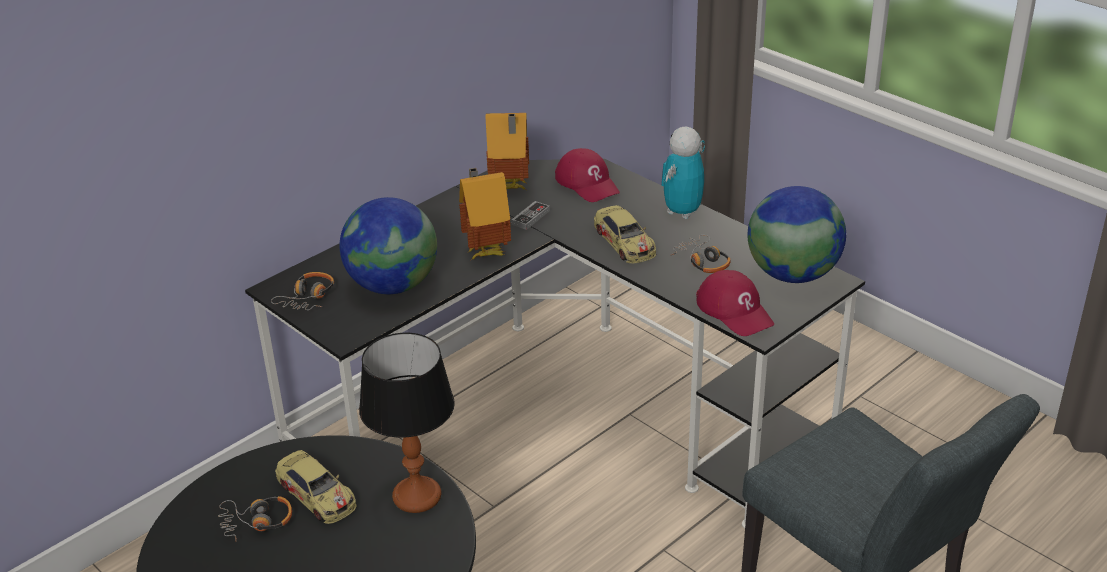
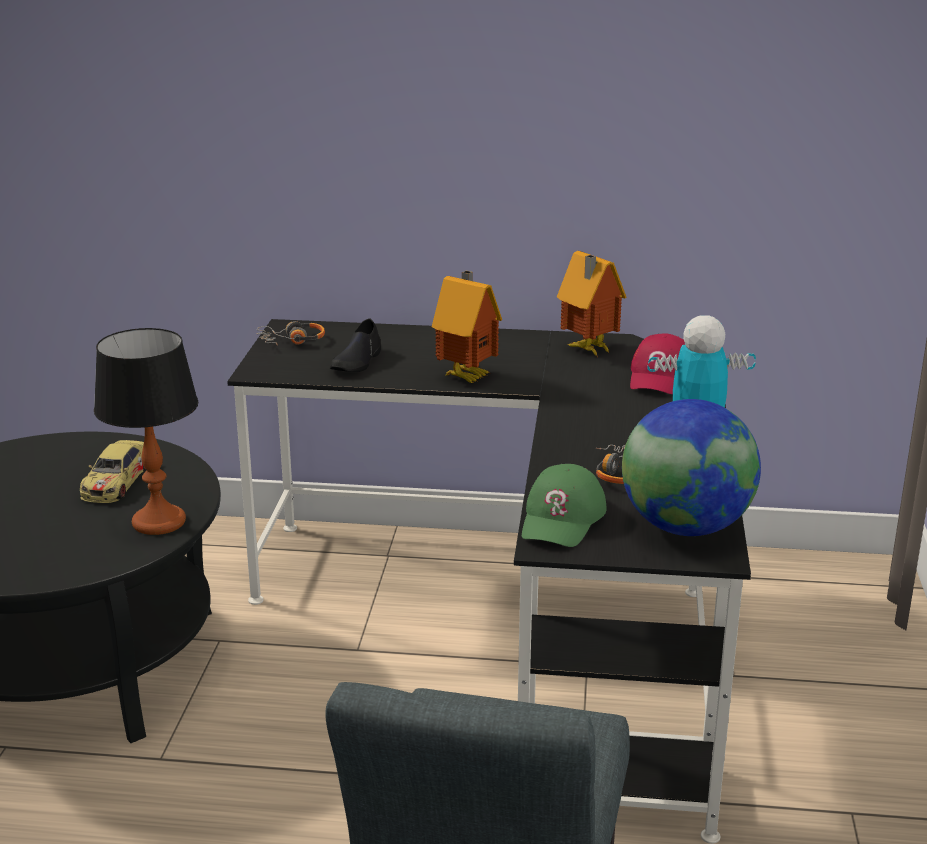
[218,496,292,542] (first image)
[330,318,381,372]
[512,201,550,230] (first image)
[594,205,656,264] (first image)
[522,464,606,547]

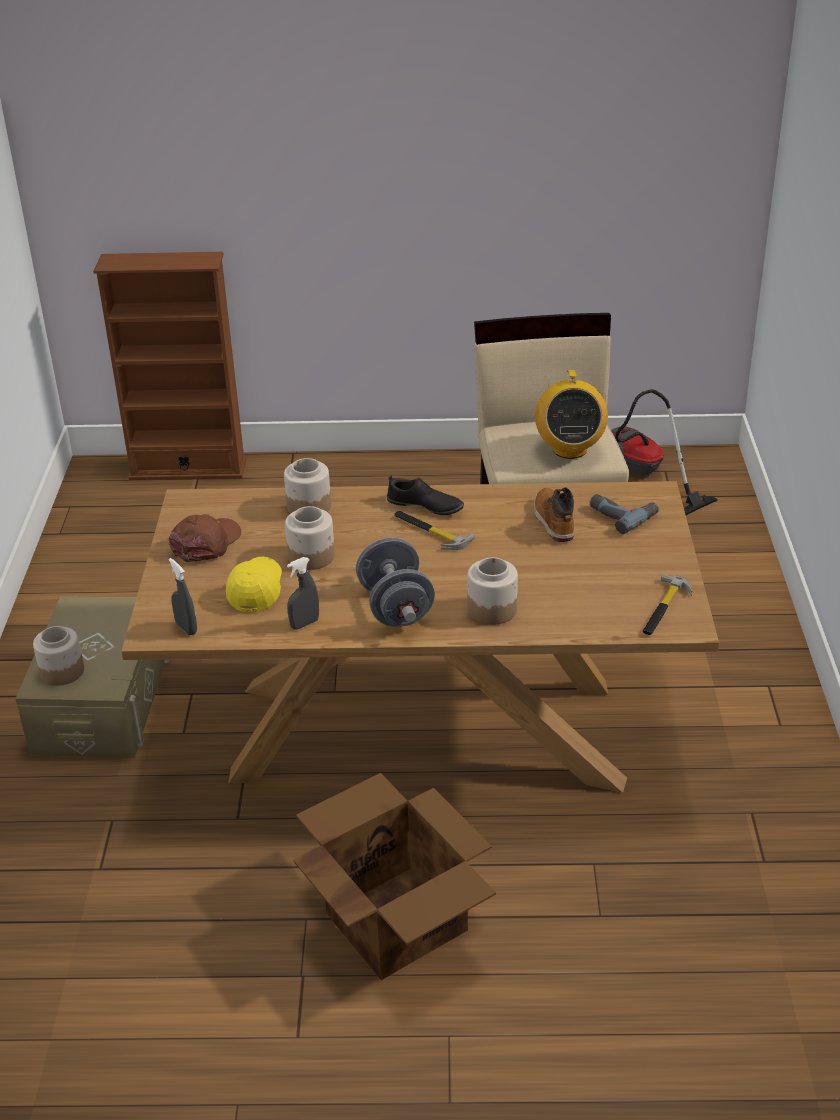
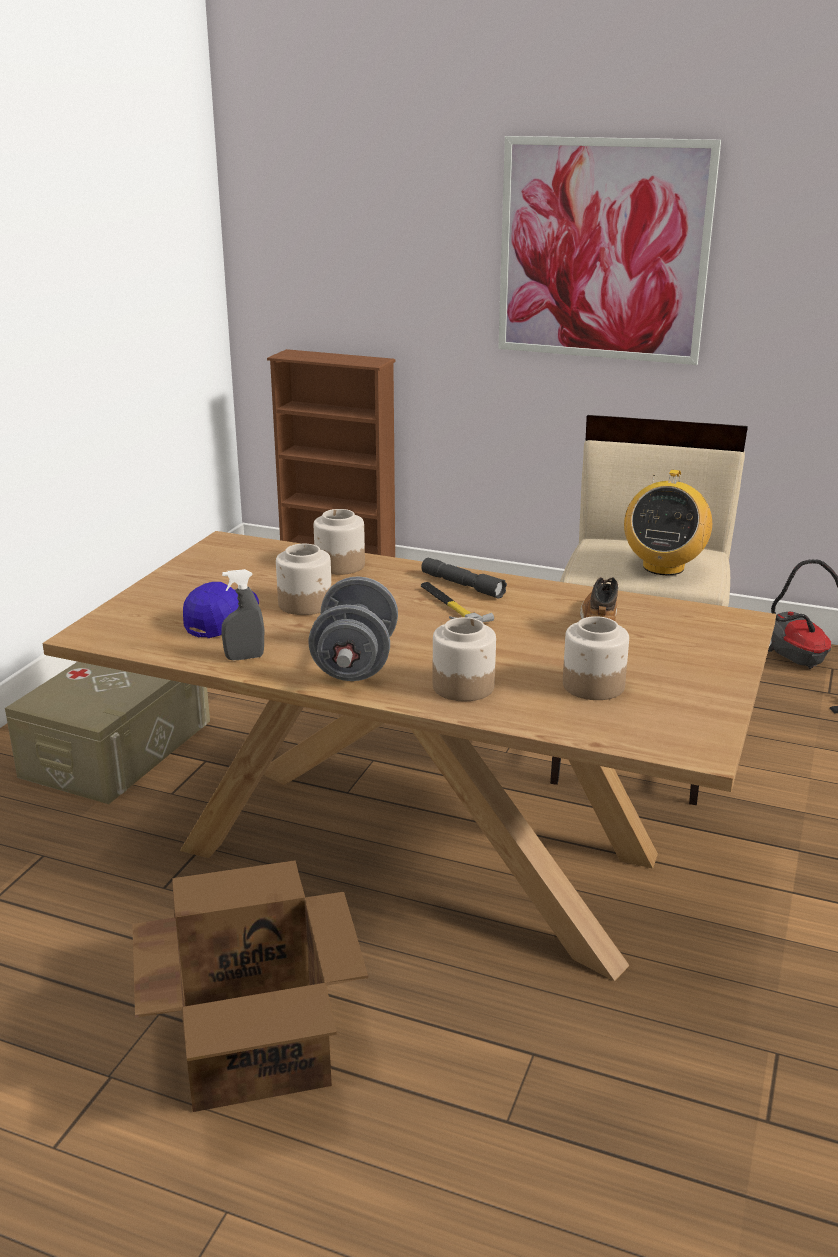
[563,616,629,700]
[169,514,241,563] (first image)
[169,558,197,635] (first image)
[183,582,259,638]
[421,558,507,598]
[590,494,659,534] (first image)
[643,574,692,635] (first image)
[498,136,721,365]

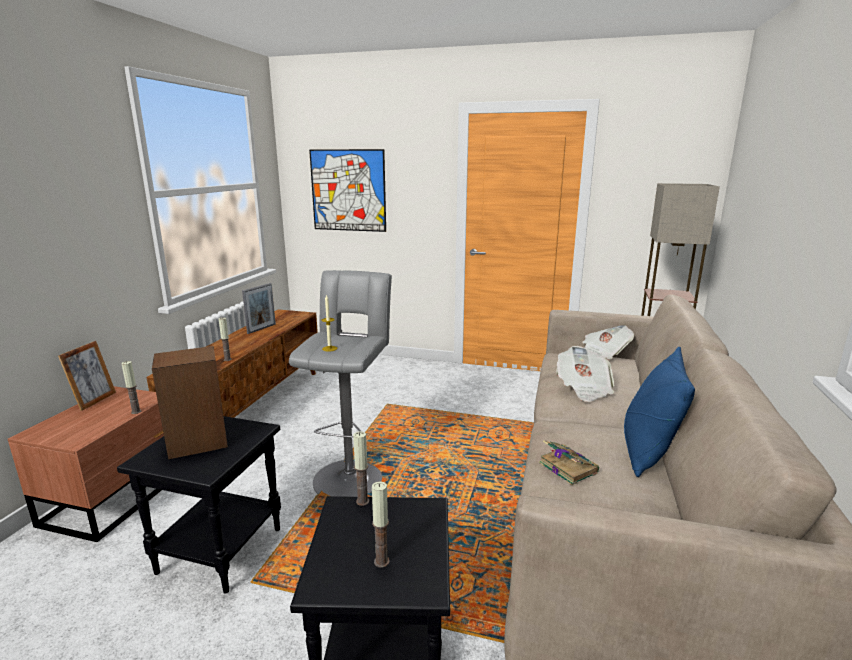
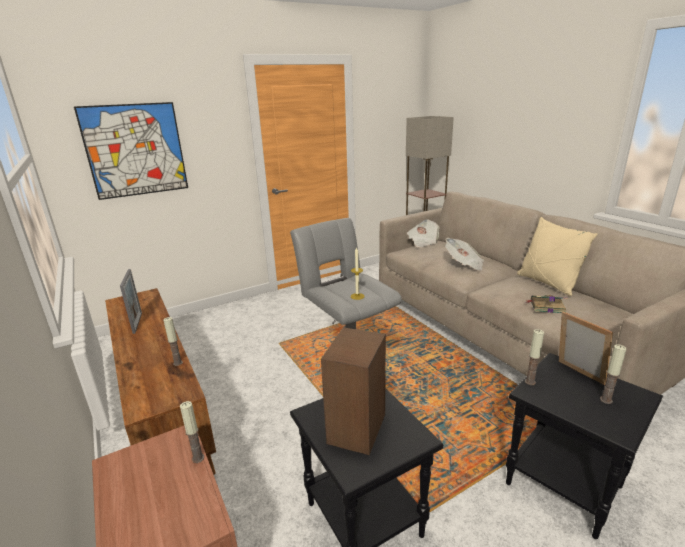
[559,312,613,385]
[517,217,598,296]

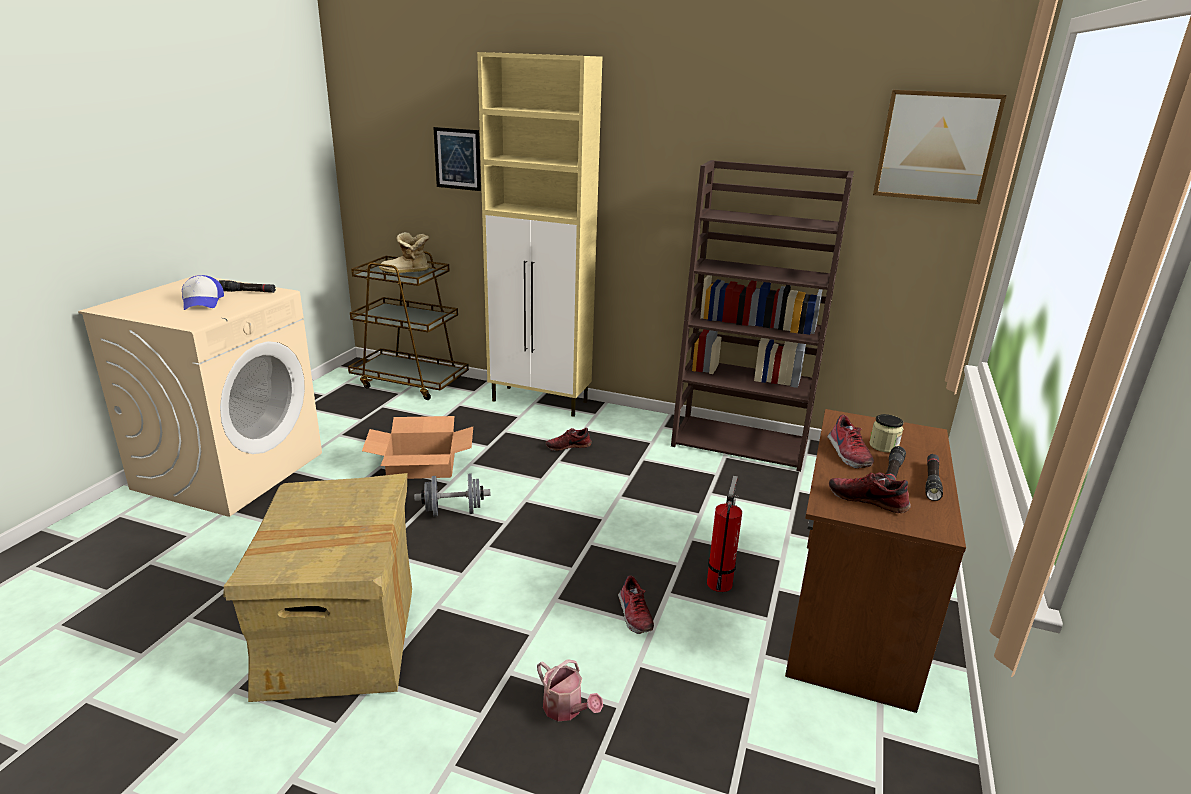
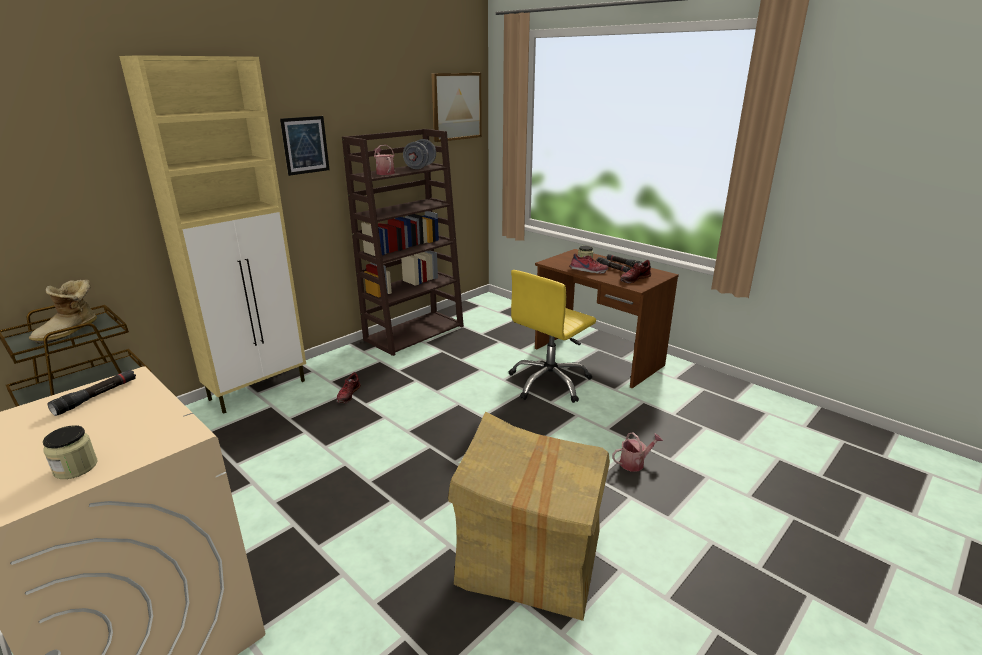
[182,275,224,310] (first image)
[362,416,473,479] (first image)
[403,139,436,169]
[280,116,330,176]
[618,575,654,634] (first image)
[509,270,596,403]
[43,425,97,479]
[373,145,395,175]

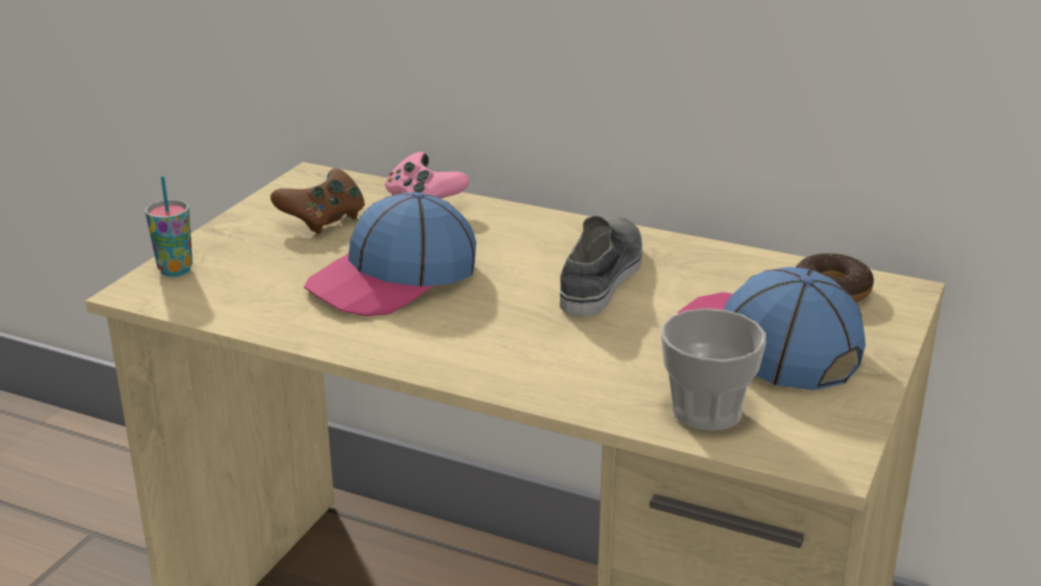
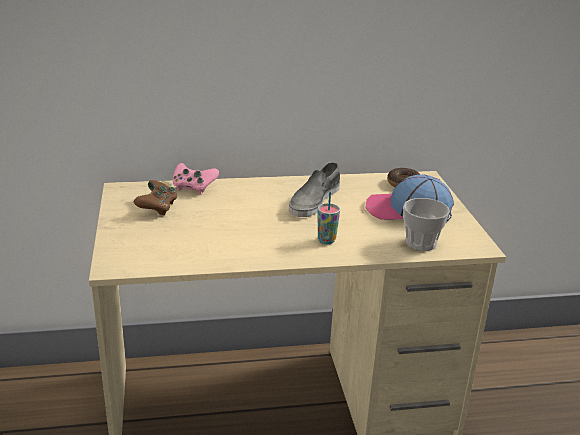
[318,192,340,244]
[304,192,476,316] (first image)
[289,162,340,217]

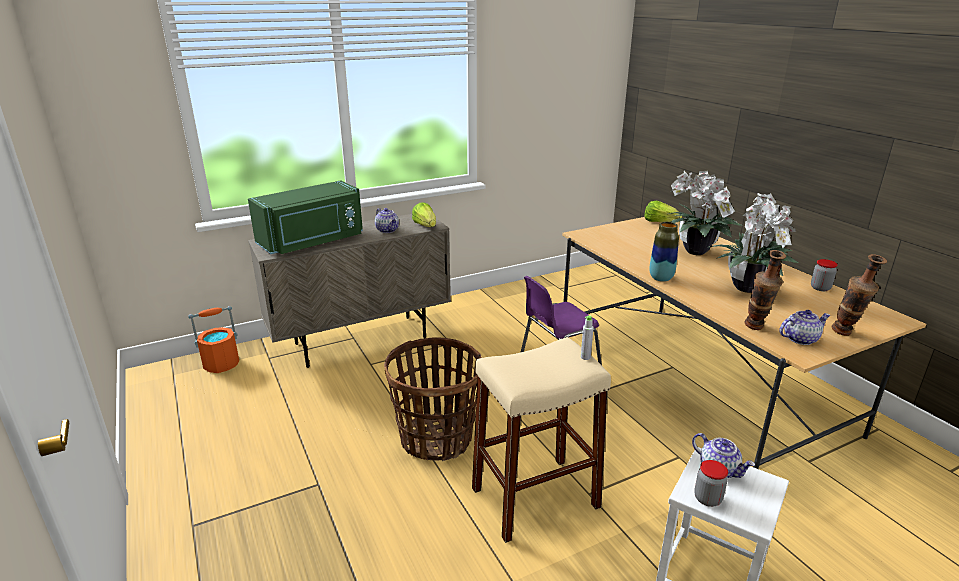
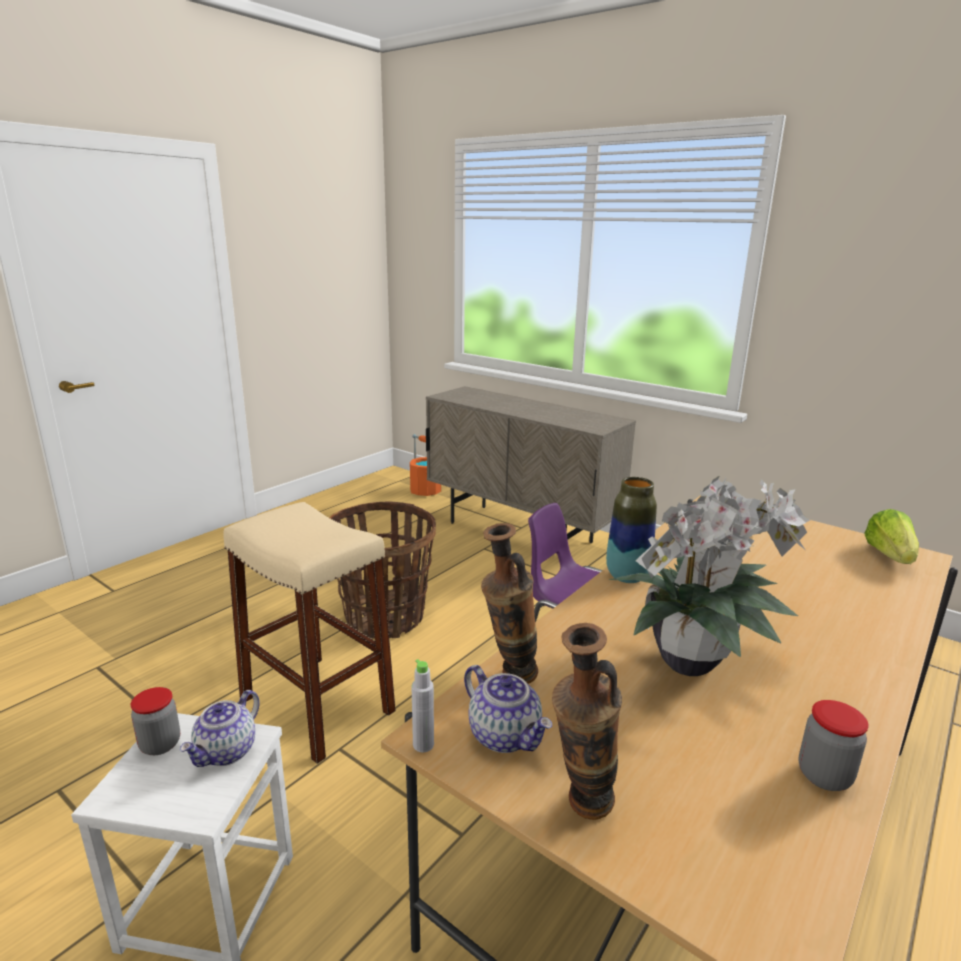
[248,180,363,254] (first image)
[375,208,399,233] (first image)
[412,203,436,227] (first image)
[411,659,434,753]
[669,170,743,255] (first image)

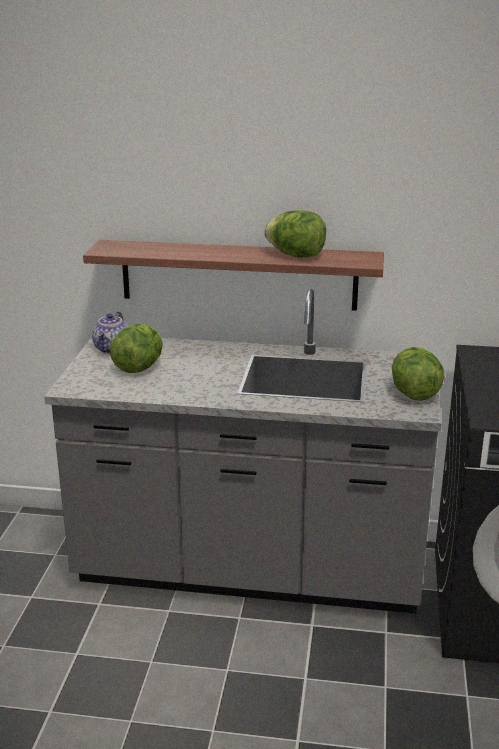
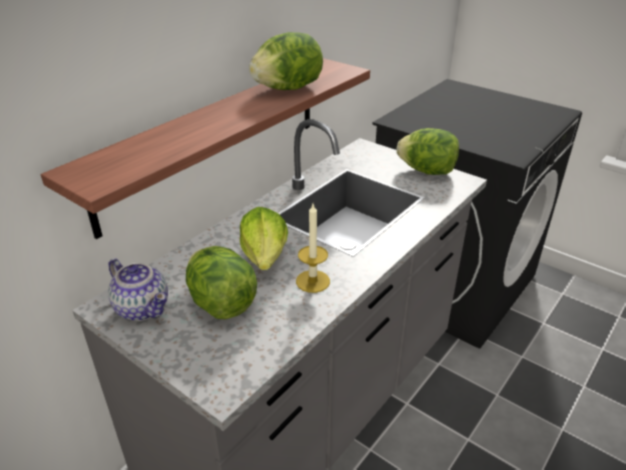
[240,207,288,270]
[296,204,330,293]

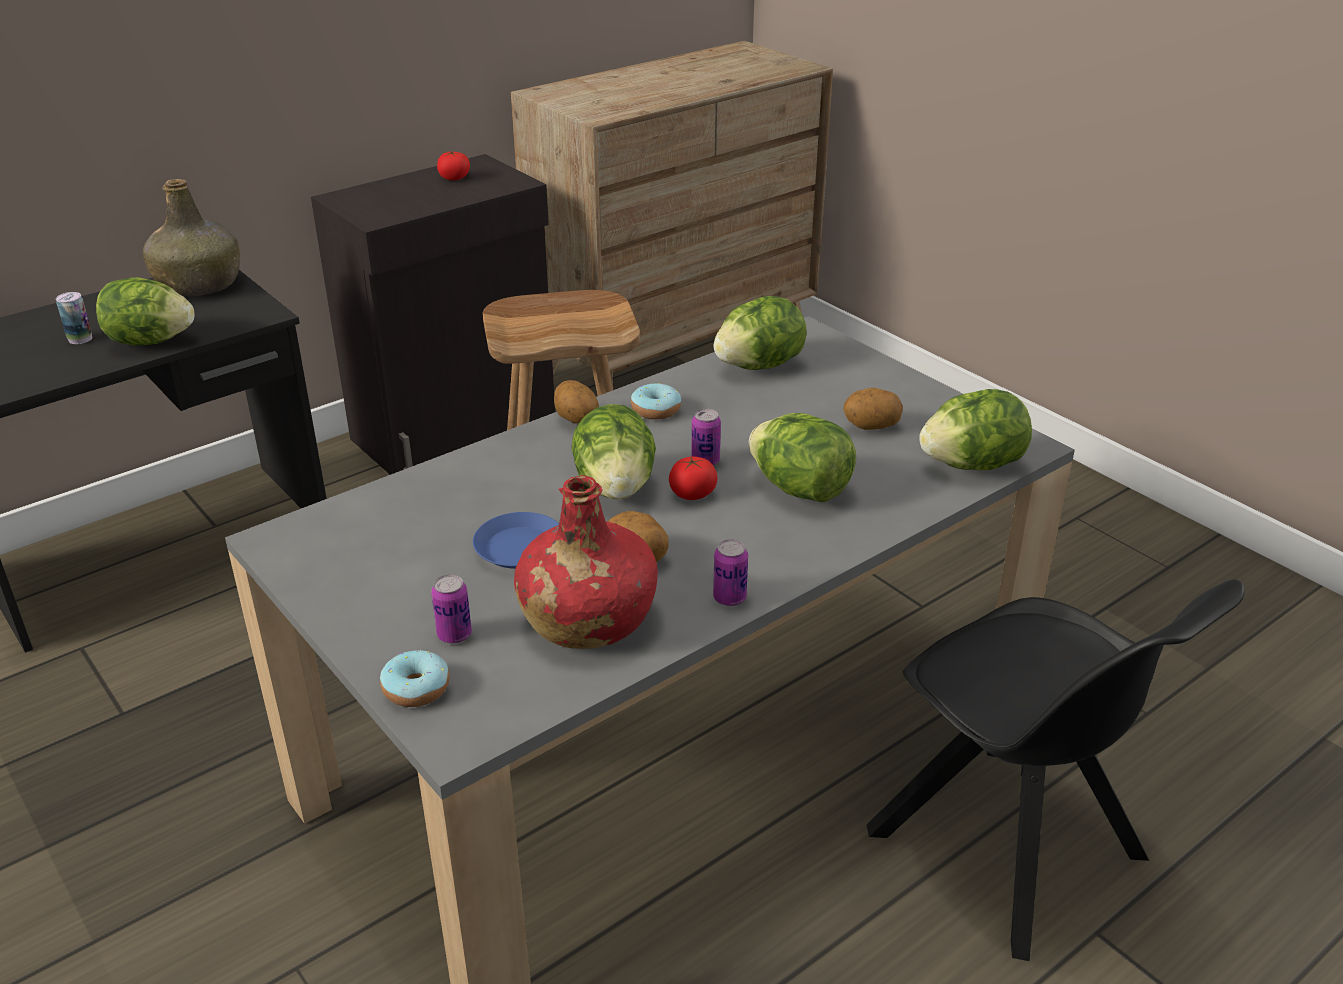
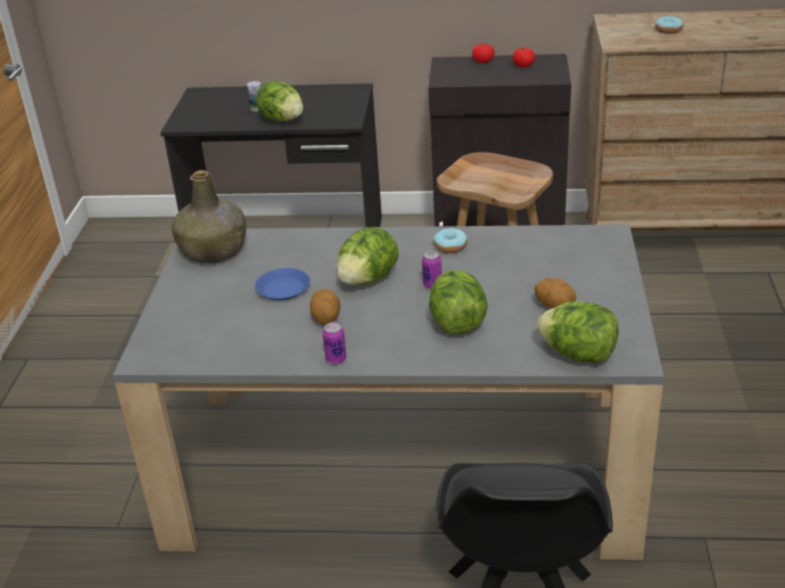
[172,170,246,263]
[655,16,683,34]
[431,575,472,643] (first image)
[514,475,658,649] (first image)
[554,380,599,424] (first image)
[472,43,495,63]
[713,296,807,370] (first image)

